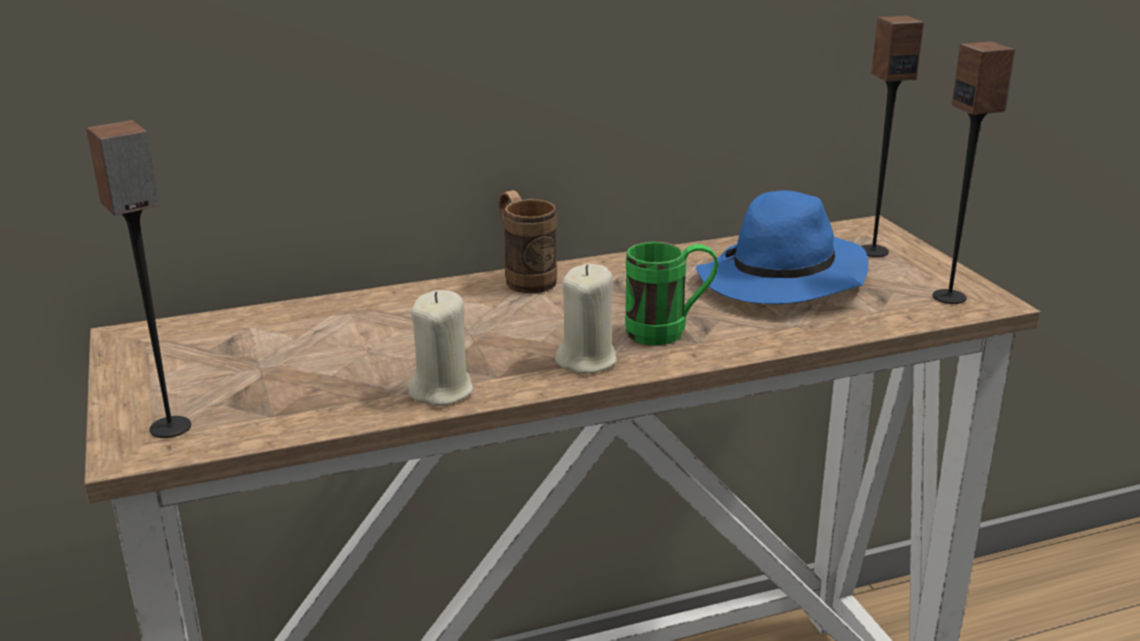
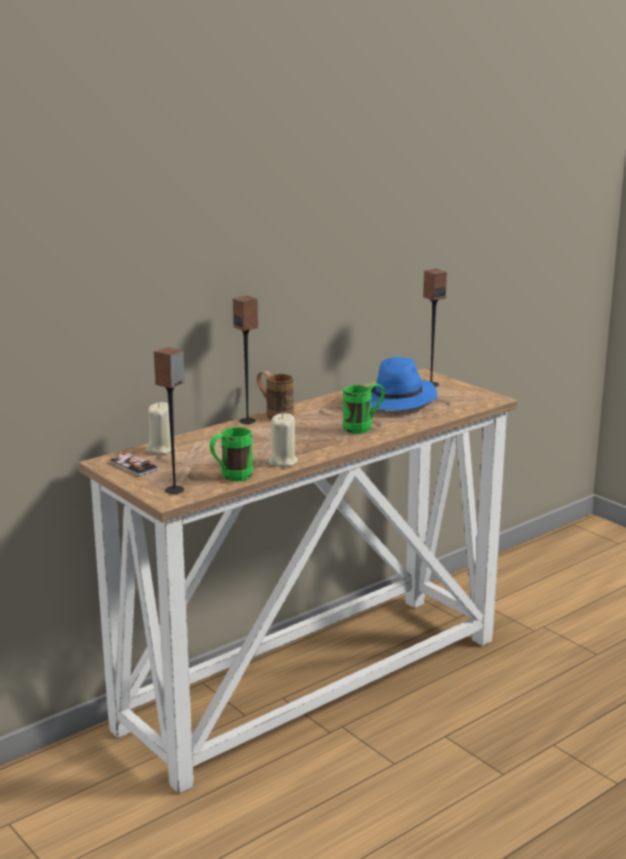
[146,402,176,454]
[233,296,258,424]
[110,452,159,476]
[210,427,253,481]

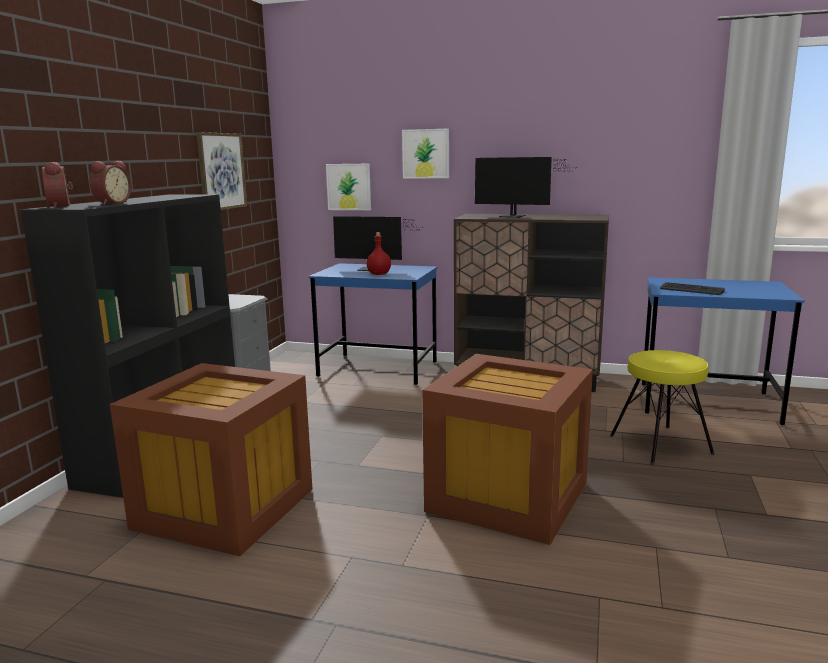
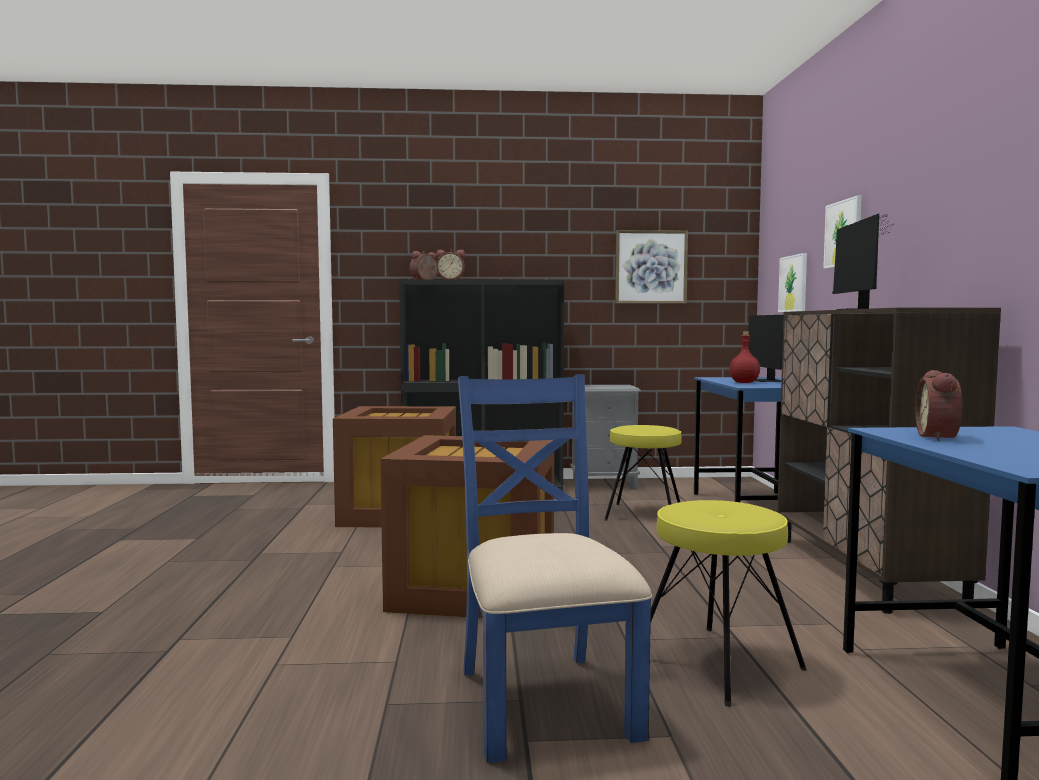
[915,370,962,441]
[458,374,652,763]
[604,425,682,521]

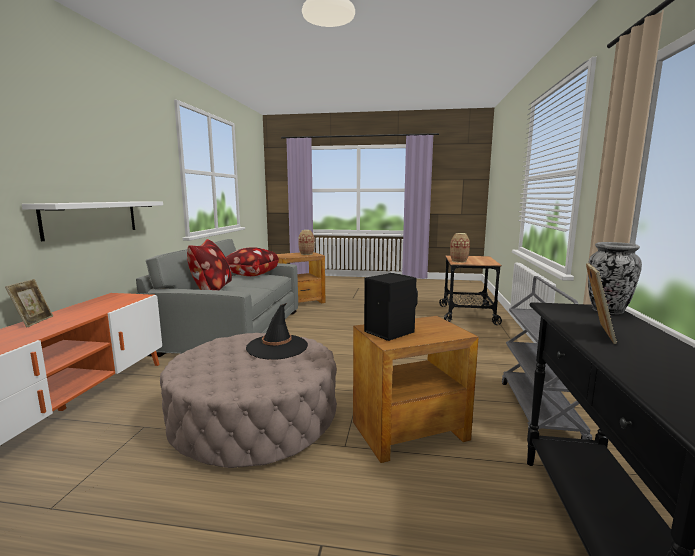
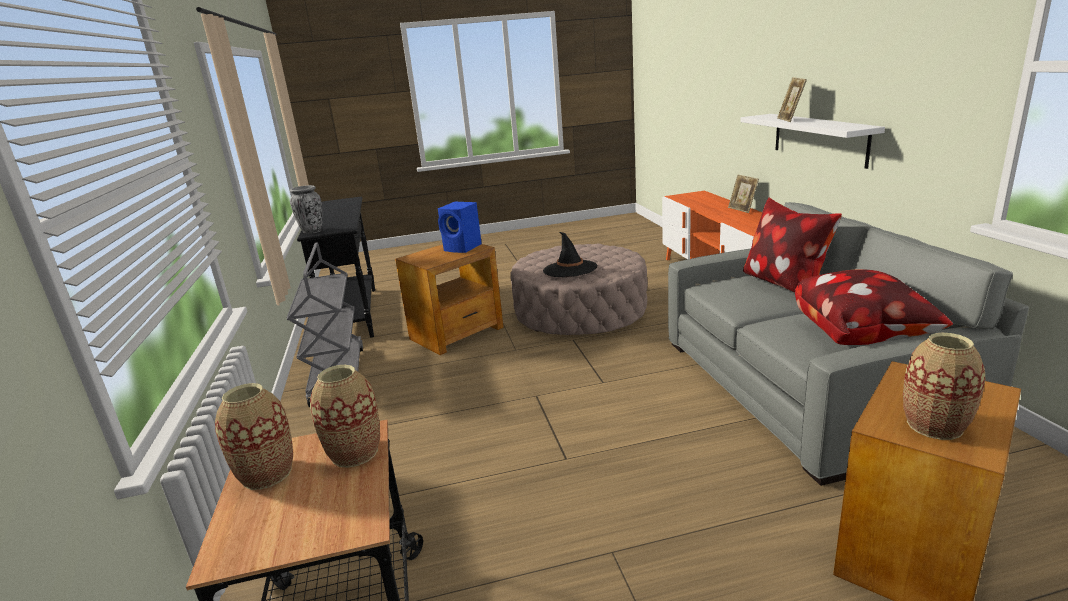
[438,202,482,253]
[777,77,807,122]
[215,383,293,490]

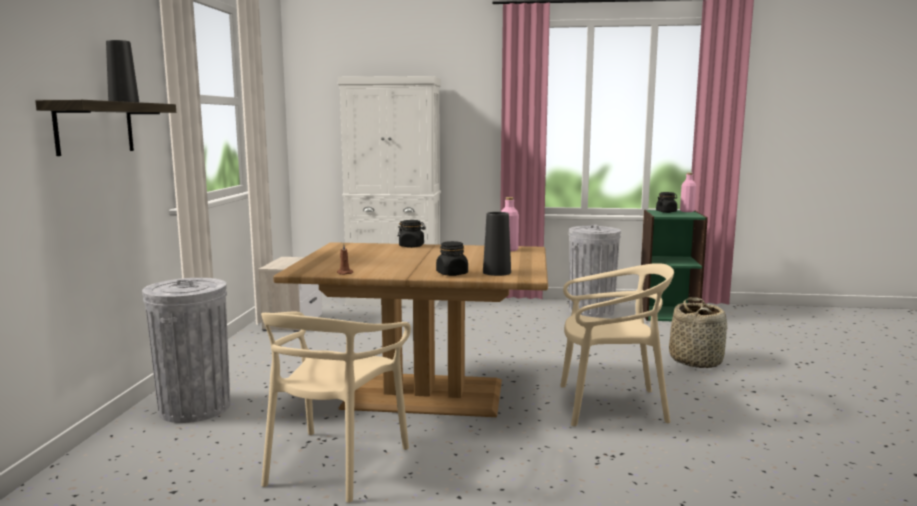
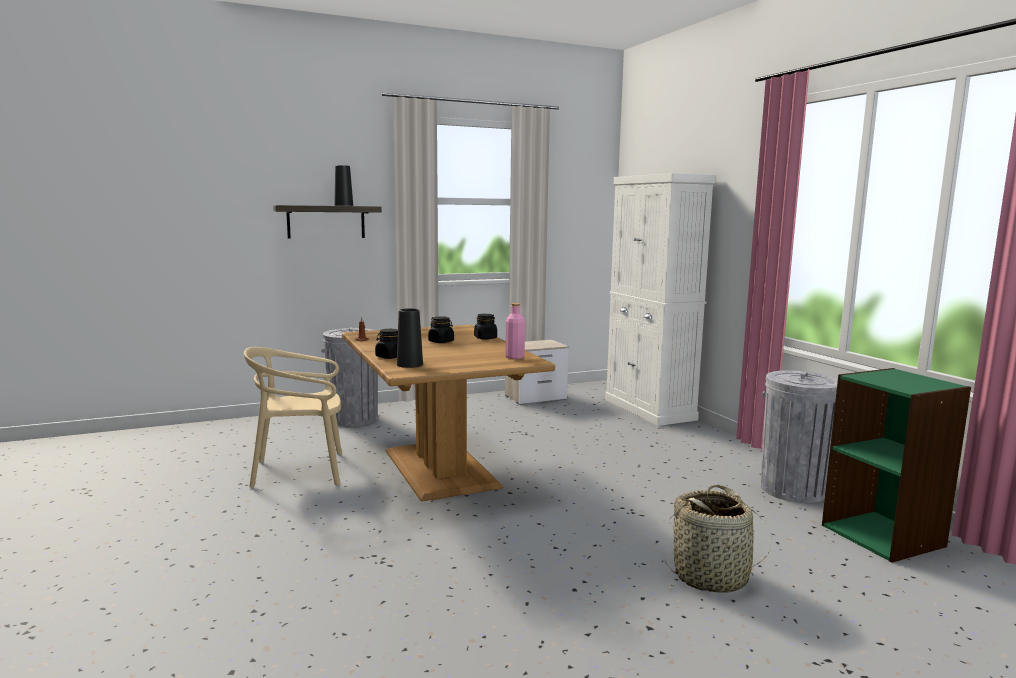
[560,263,674,426] (first image)
[428,316,454,343]
[680,173,696,212] (first image)

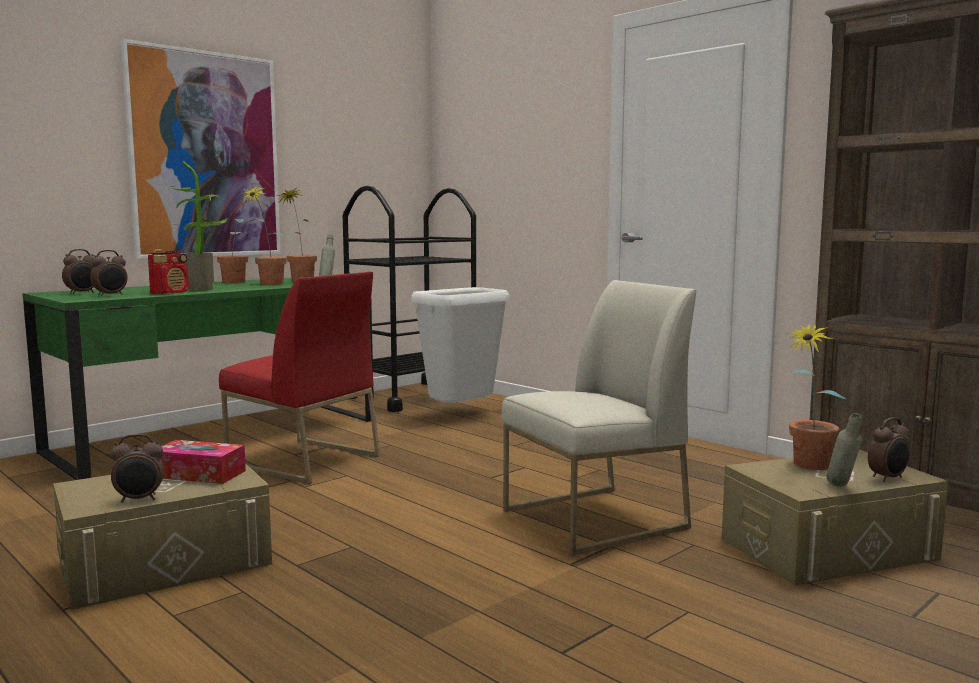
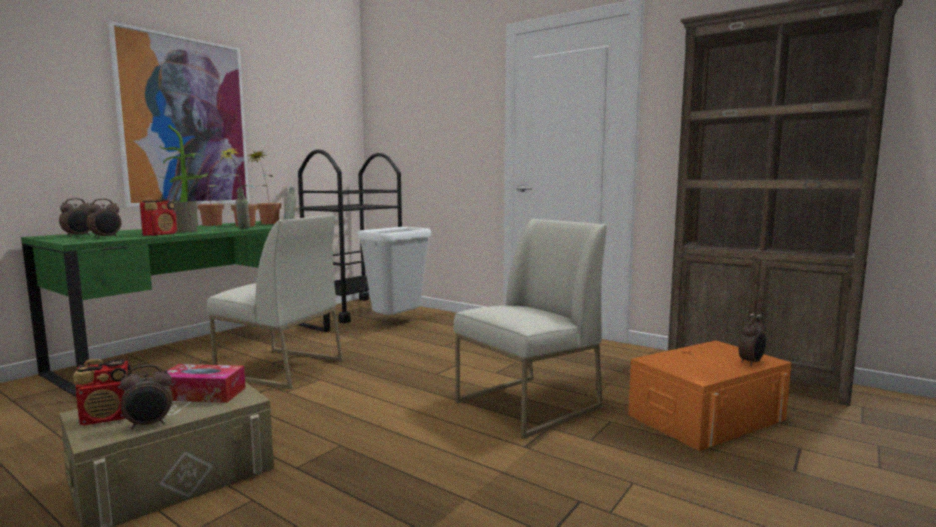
[207,215,343,389]
[628,340,792,451]
[783,321,846,470] (first image)
[235,188,250,229]
[73,359,132,426]

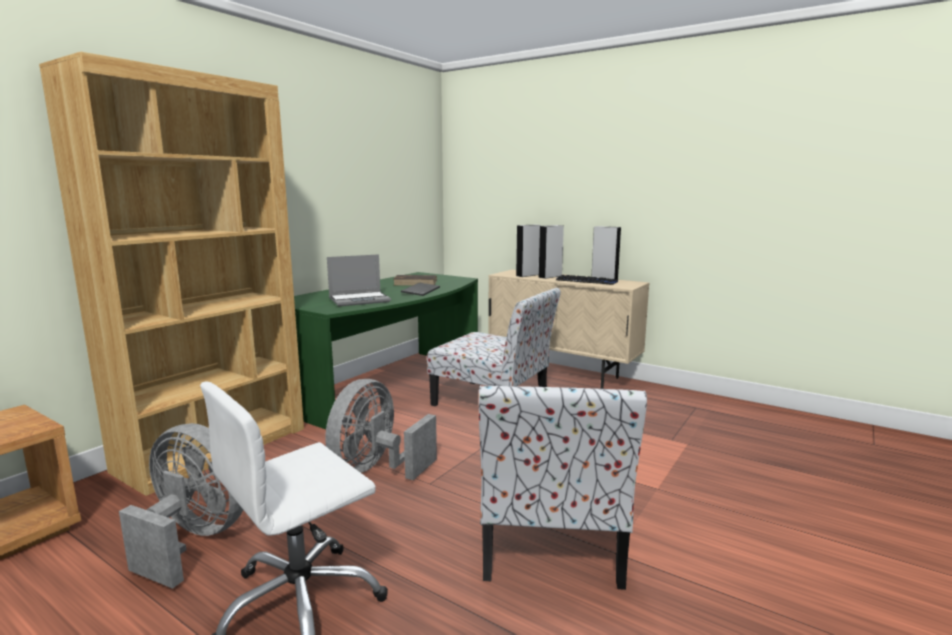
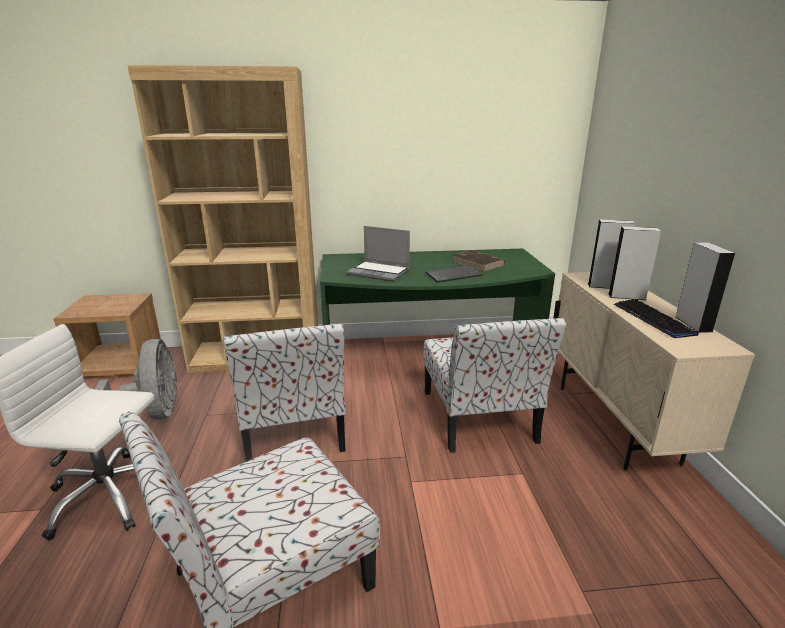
[224,324,346,462]

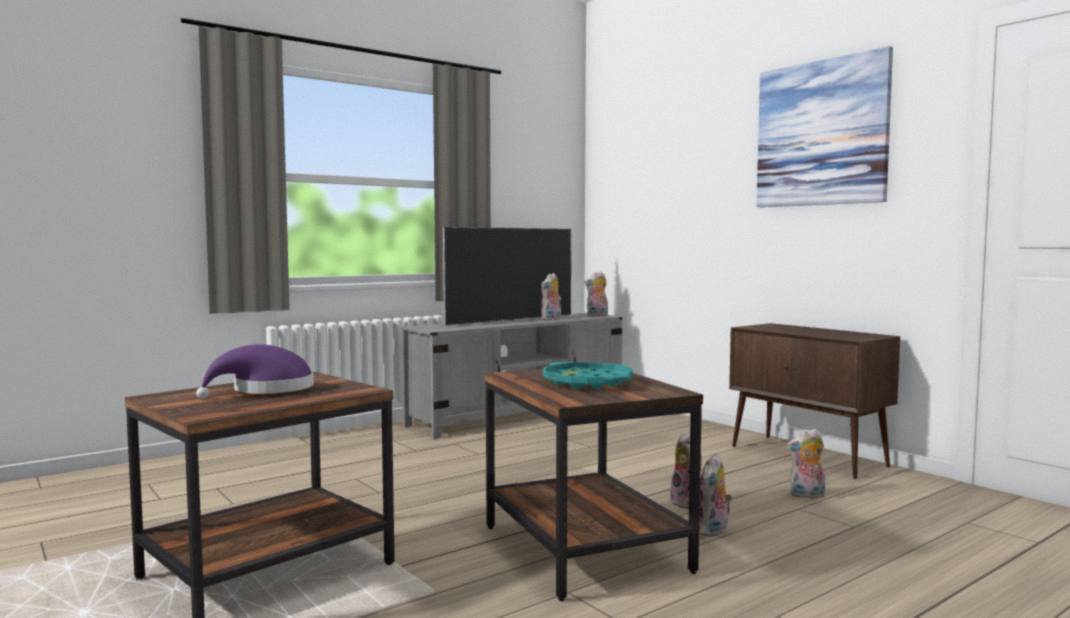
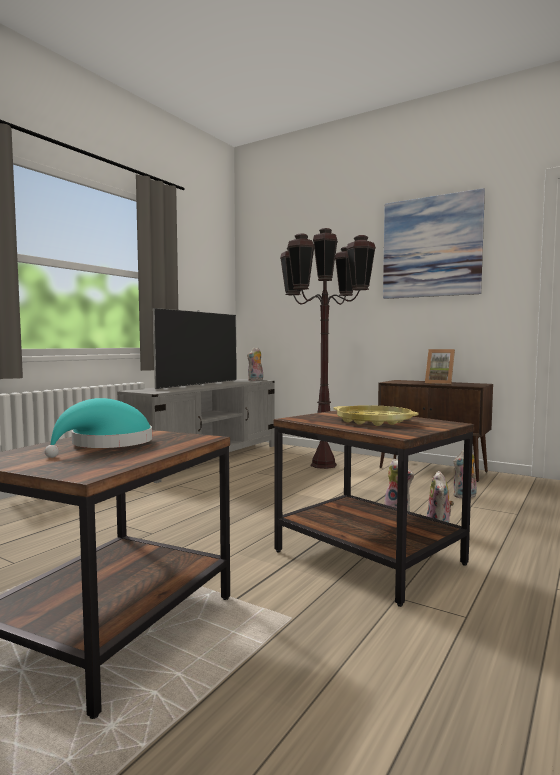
[45,398,152,458]
[541,273,561,320] (first image)
[334,405,419,426]
[280,228,376,469]
[425,349,455,385]

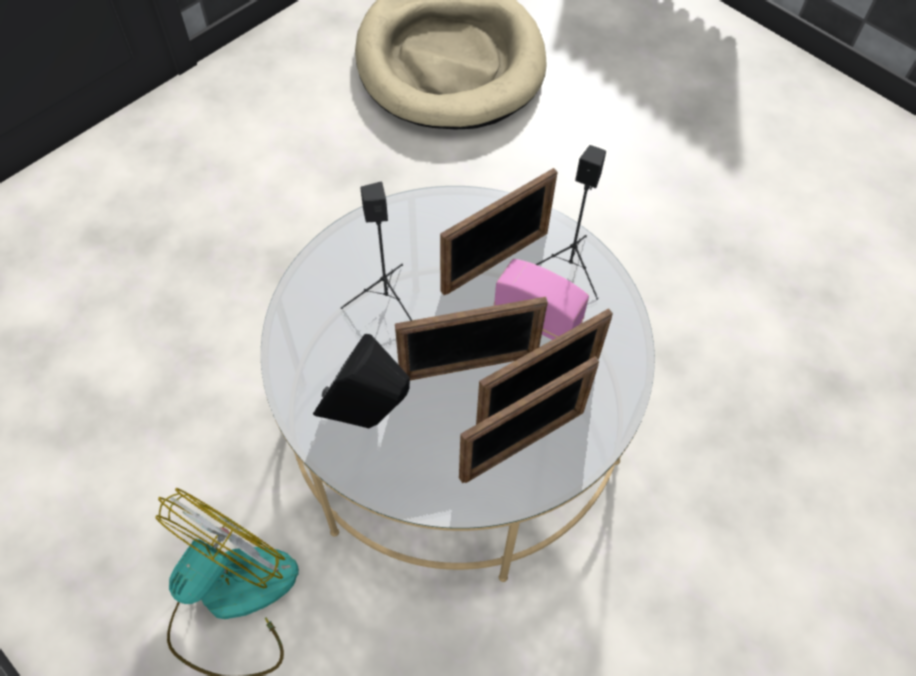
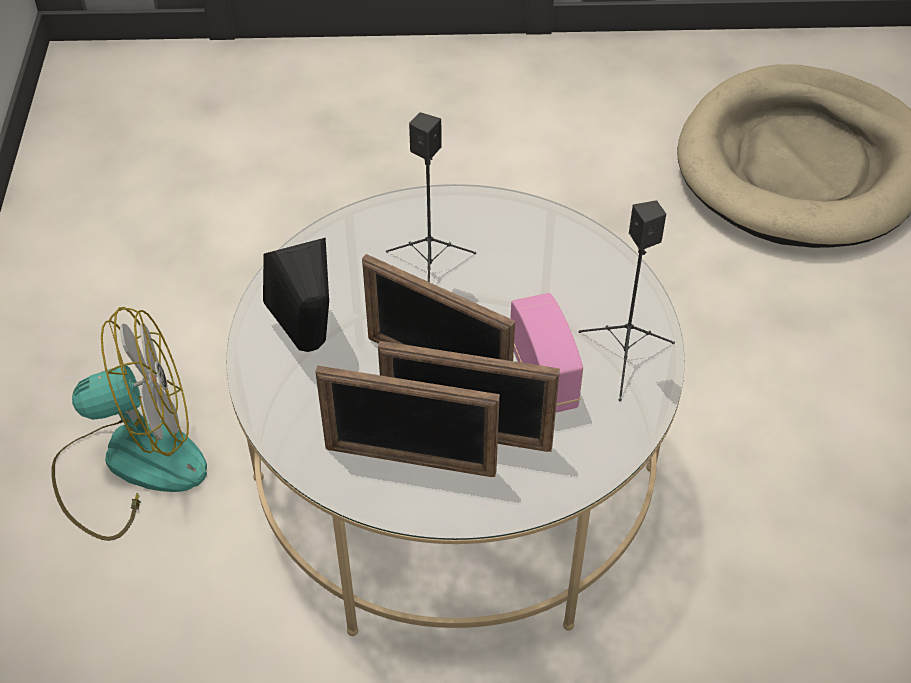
[440,168,558,295] (first image)

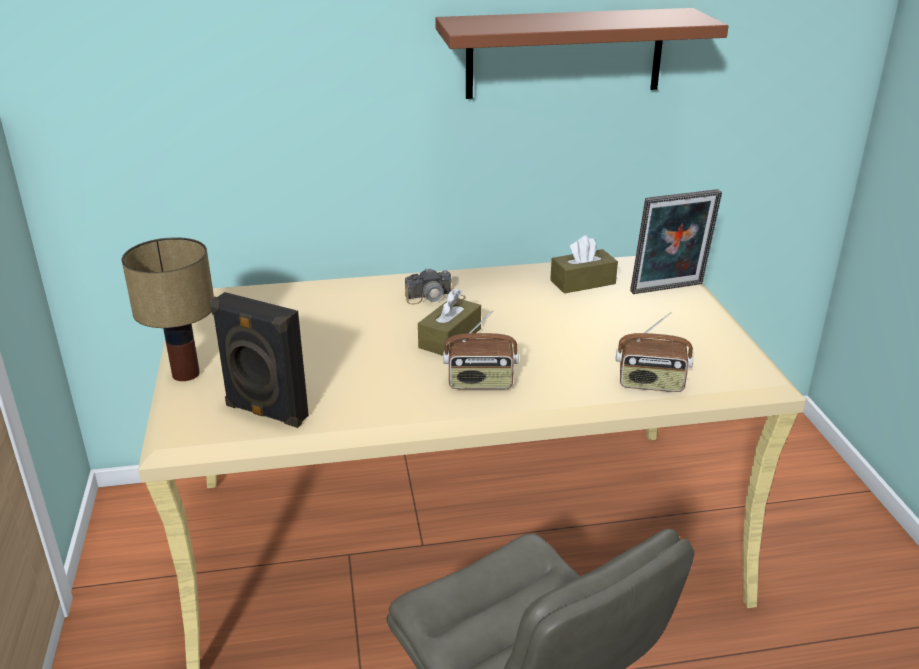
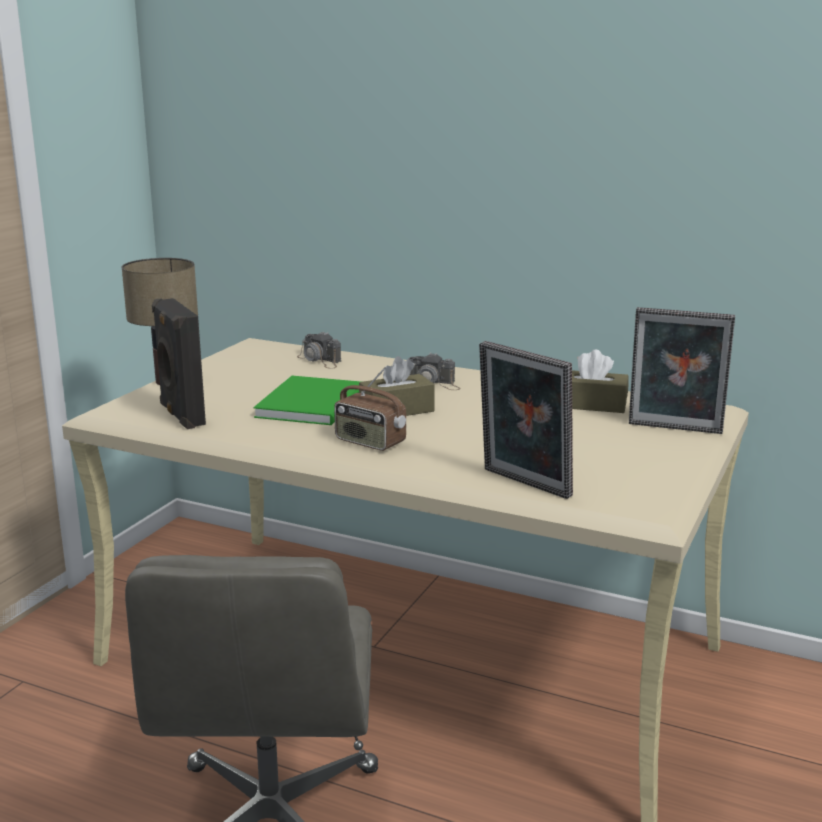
[435,8,729,99] (first image)
[479,341,573,499]
[253,376,361,425]
[297,332,341,369]

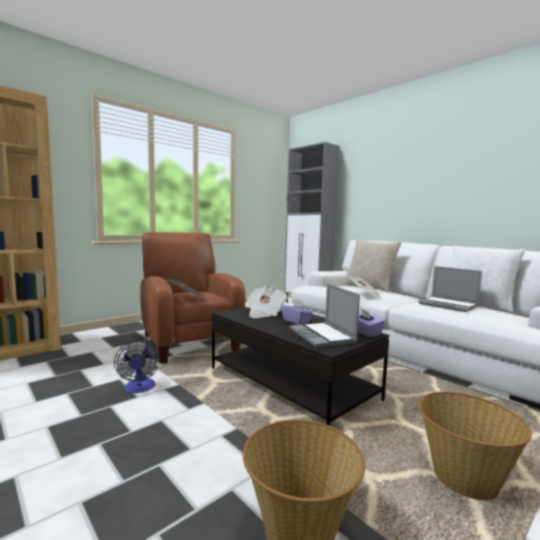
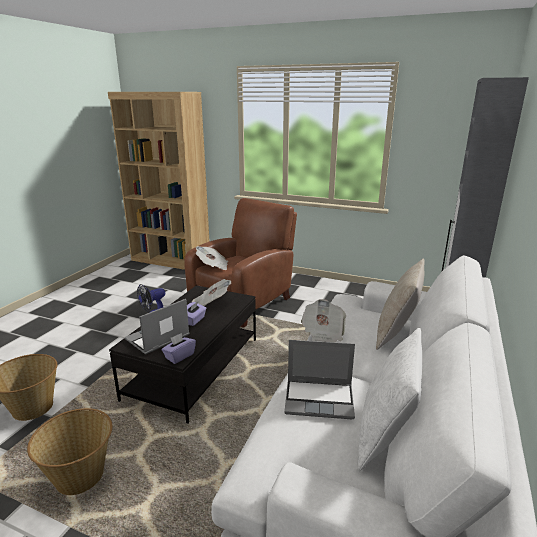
[284,340,355,419]

